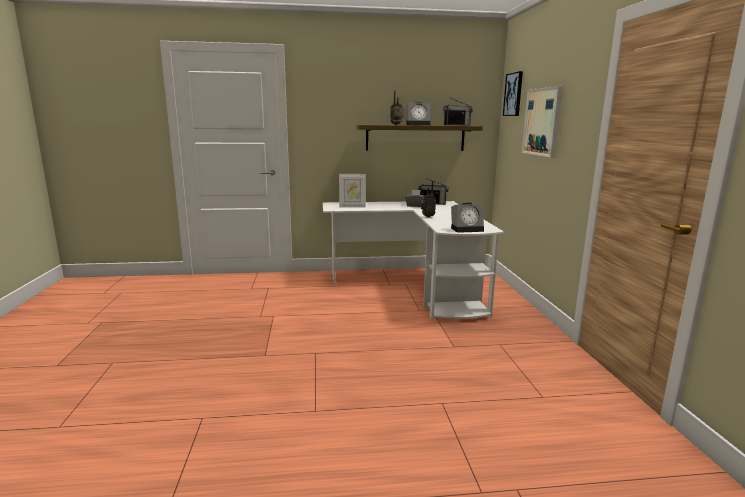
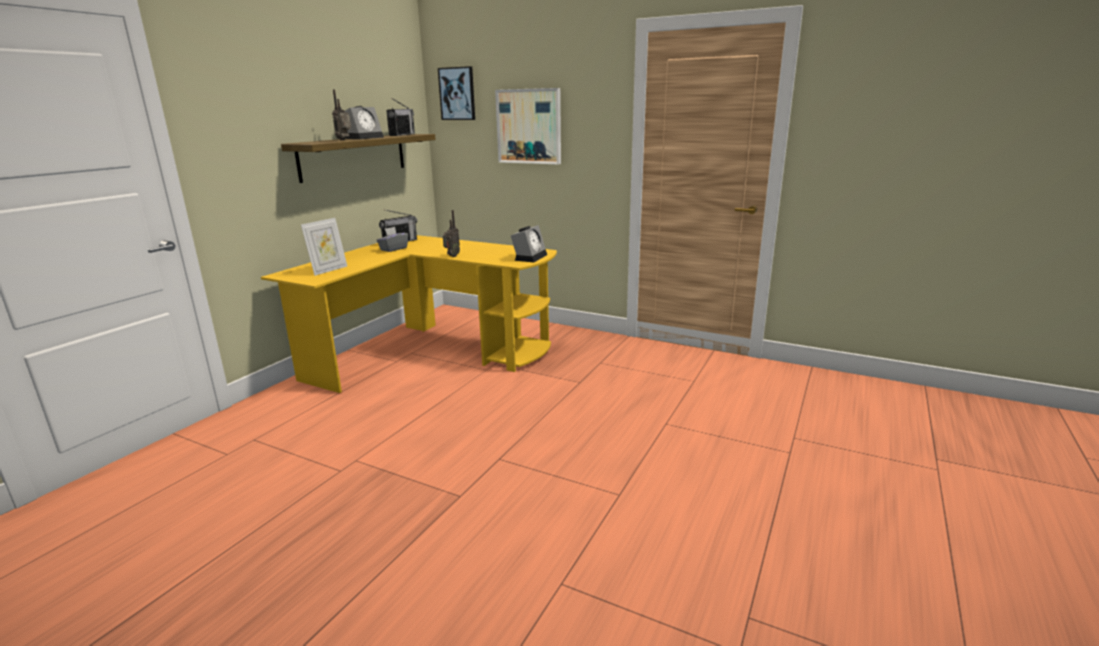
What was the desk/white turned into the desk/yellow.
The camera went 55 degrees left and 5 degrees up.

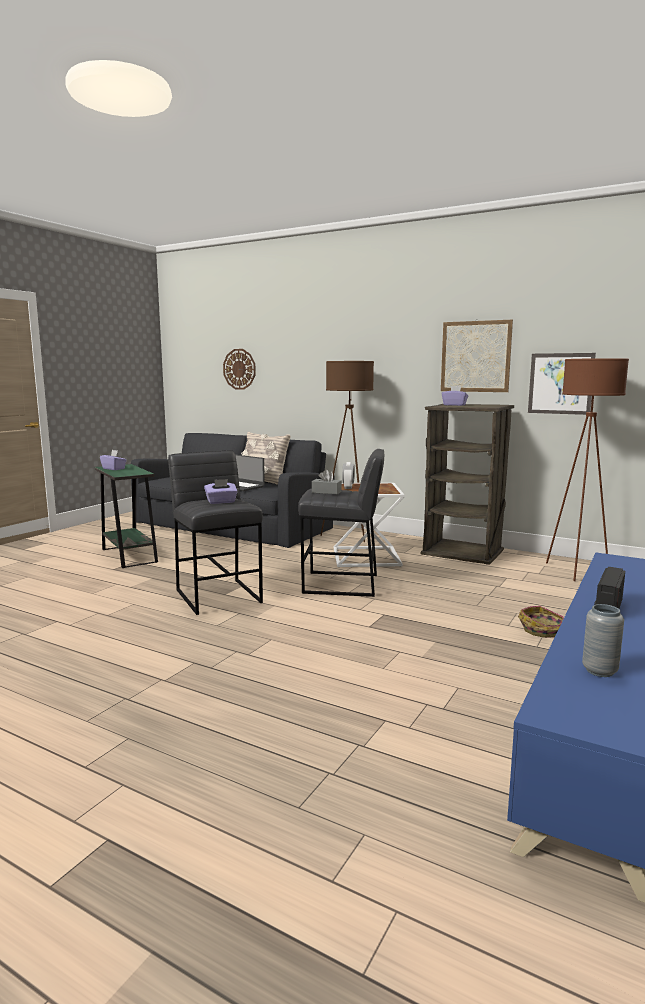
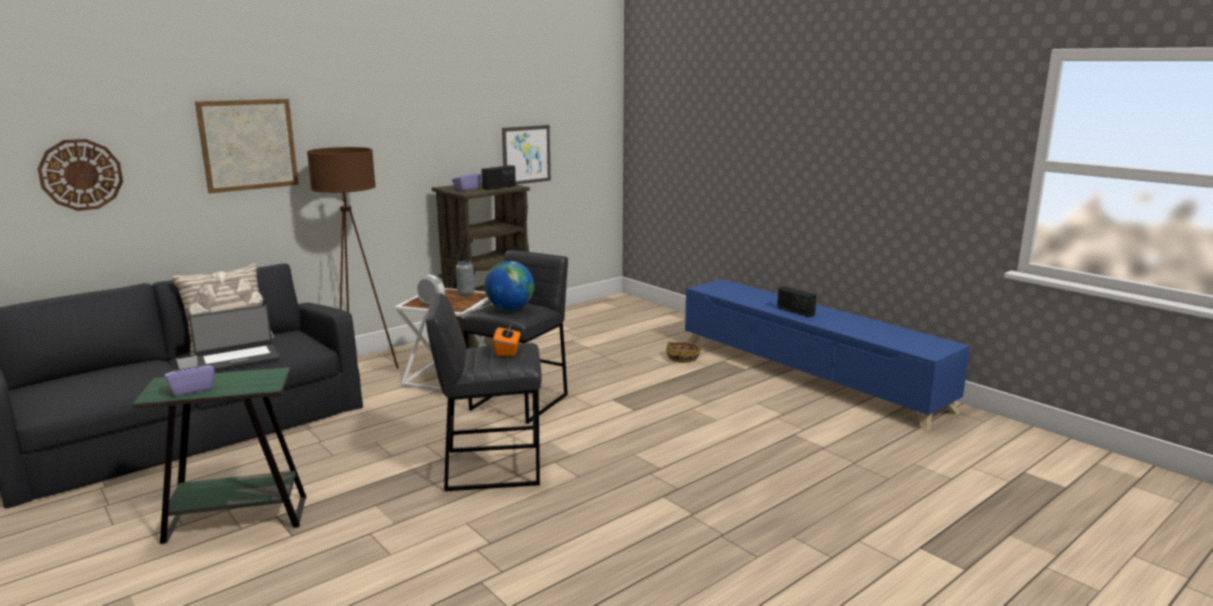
The picture (1st from left) ended up elsewhere.
The vase/grey ended up elsewhere.
The second view gained the radio (1st from left).
Where the tissue box/grey stood, the globe came to stand.
What was the tissue box/purple (2nd from left) turned into the tissue box/orange.
The second view lost the floor lamp/brown (2nd from left).
The camera went 70 degrees left and 5 degrees up.

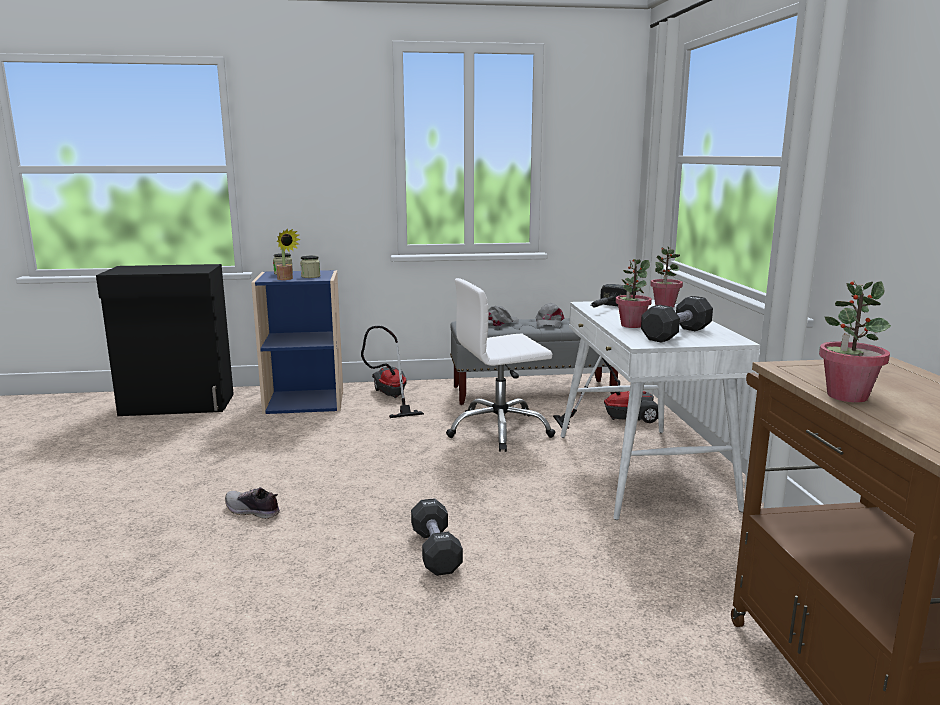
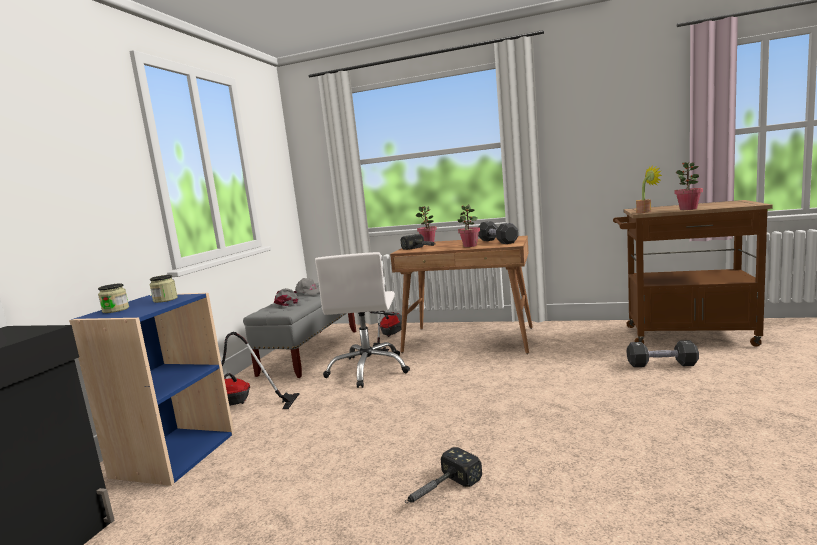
What was the desk/white turned into the desk/brown.
Where the shoe stood, the hammer (2nd from left) came to stand.
The dumbbell/black (1st from left in the first image) ended up elsewhere.
The potted plant (1st from left in the first image) ended up elsewhere.
The camera went 65 degrees left and 5 degrees down.

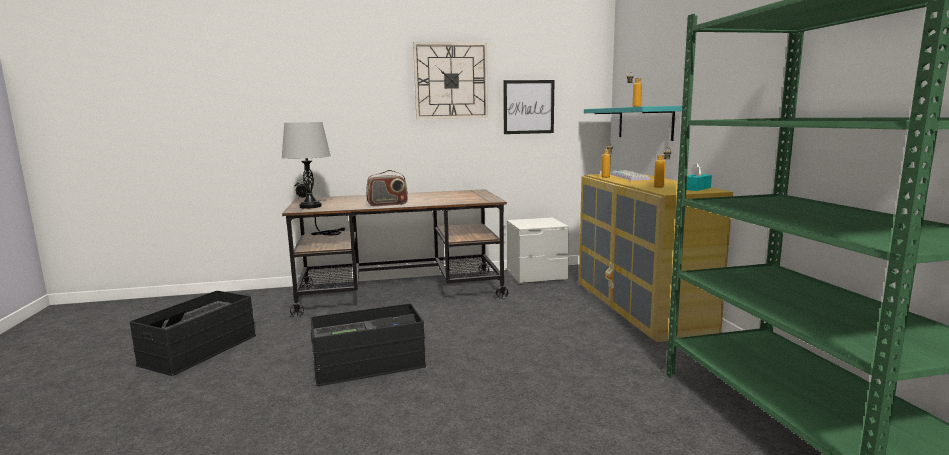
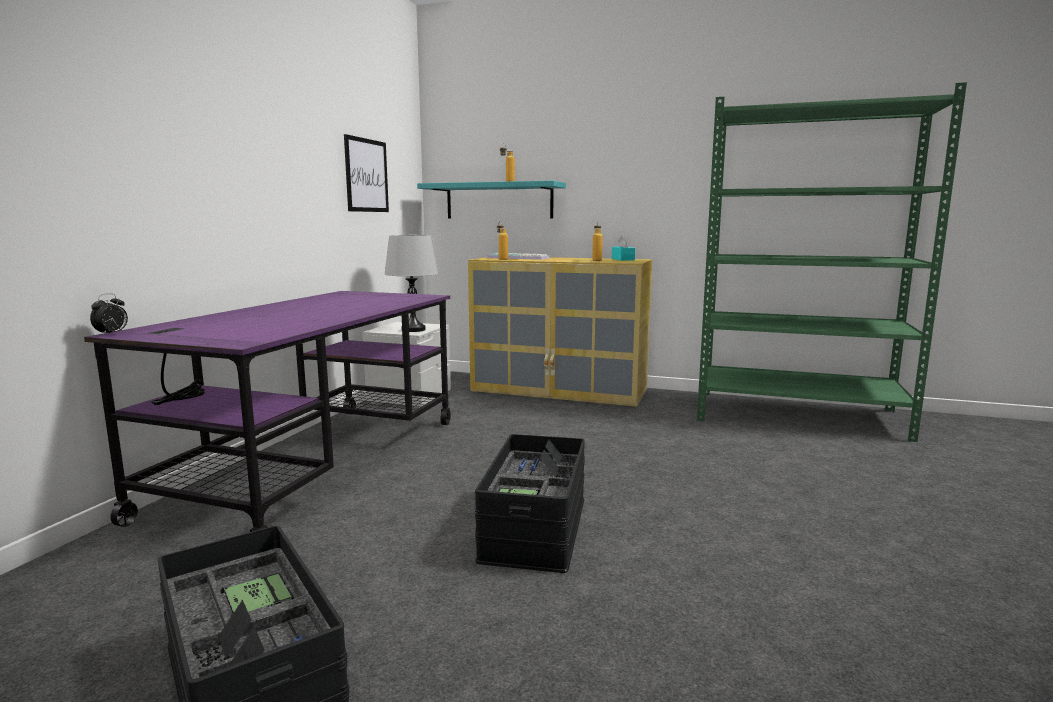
What was the desk/brown turned into the desk/purple.
The table lamp/grey ended up elsewhere.
The second view lost the radio.
The second view lost the wall clock.
The camera went 60 degrees left and 0 degrees up.

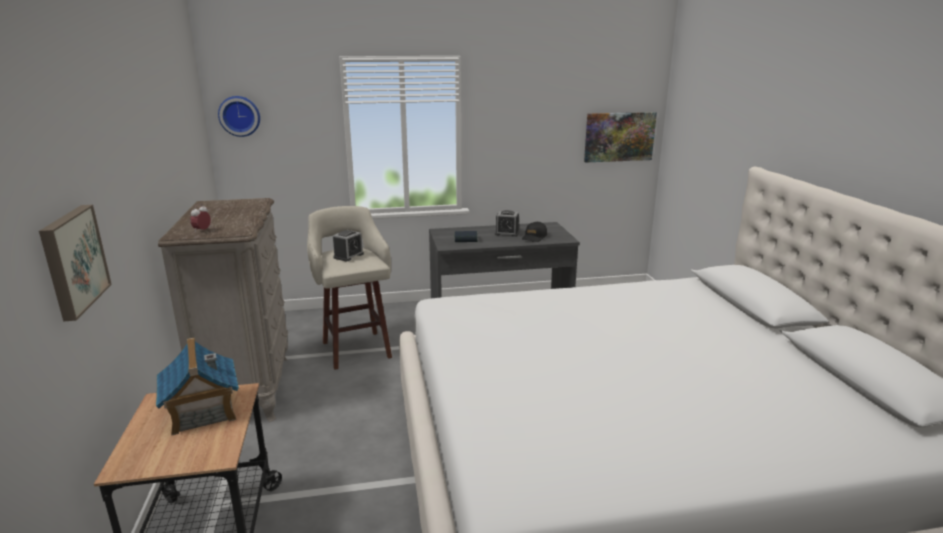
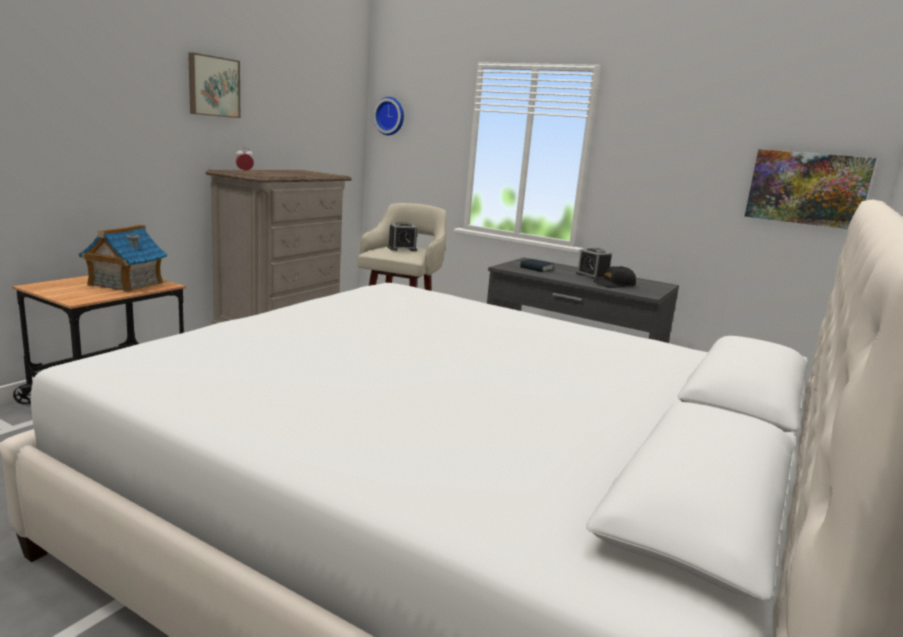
The picture (1st from left) ended up elsewhere.
The camera went 40 degrees right and 5 degrees down.

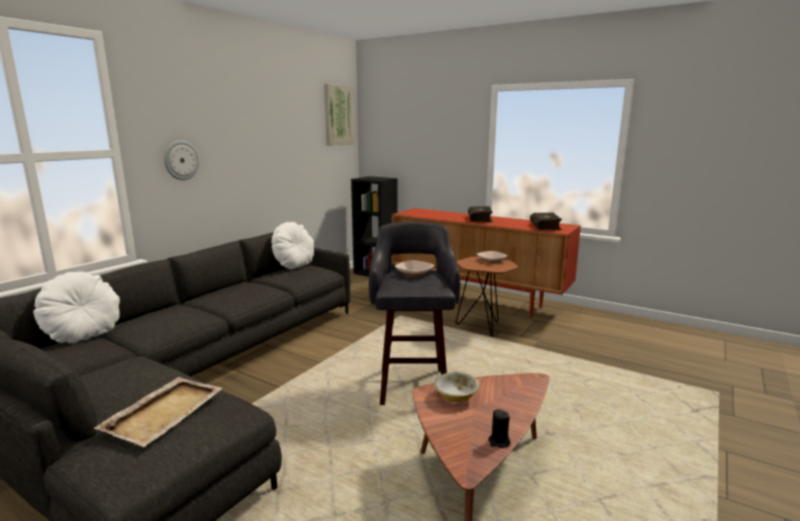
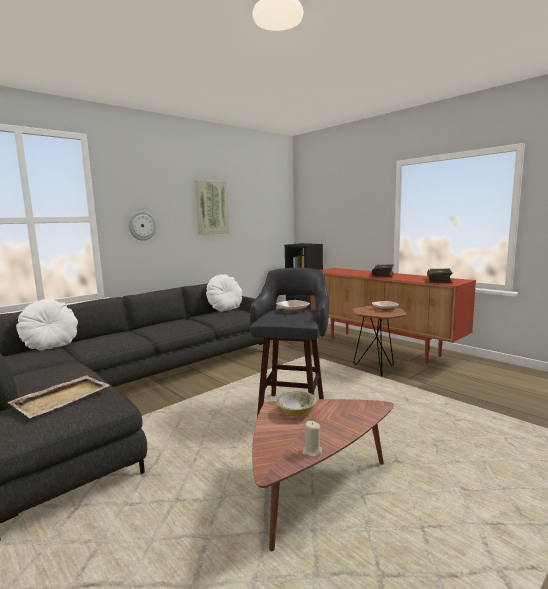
The picture ended up elsewhere.
What was the candle/black turned into the candle/beige.
The camera went 15 degrees right and 5 degrees down.

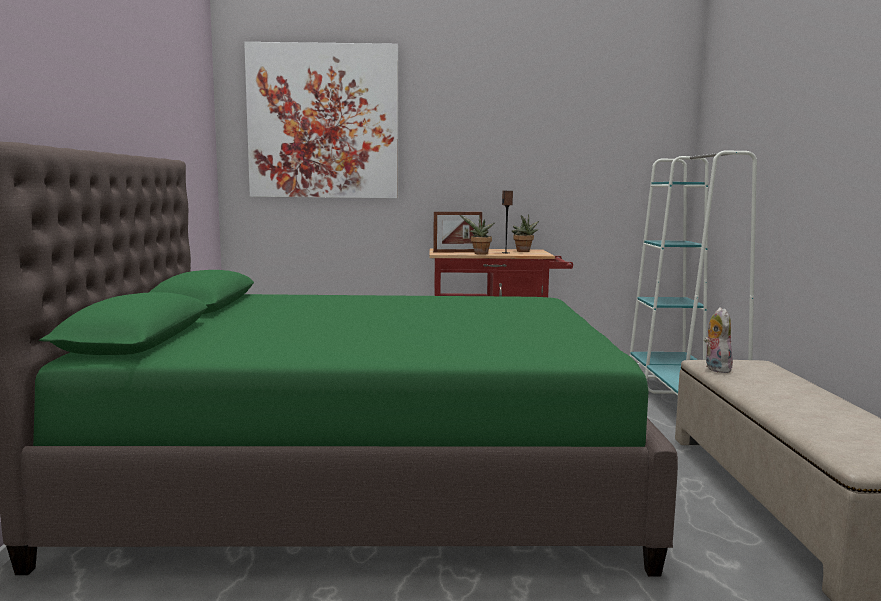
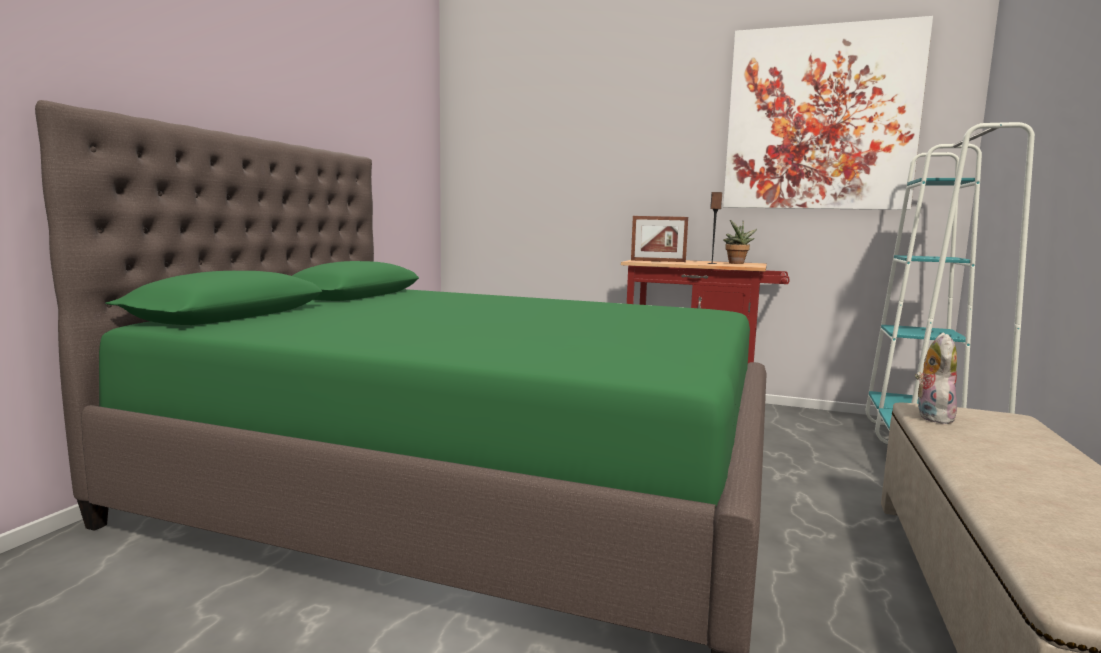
The picture ended up elsewhere.
The second view lost the potted plant (1st from left).
The camera went 20 degrees right and 0 degrees up.

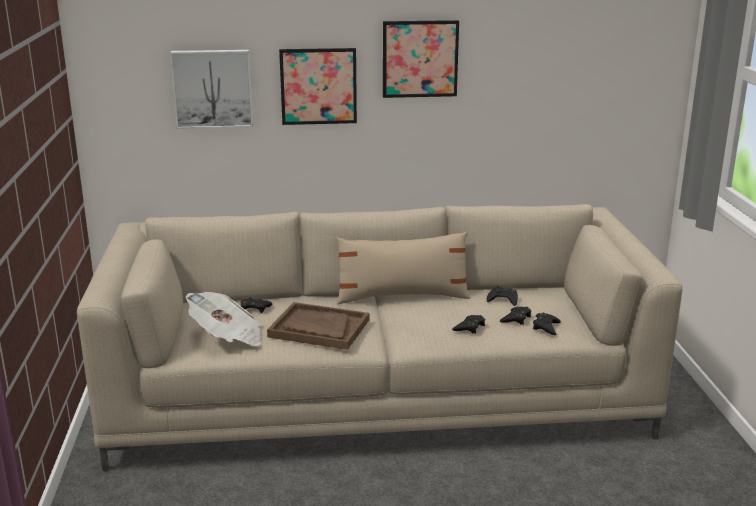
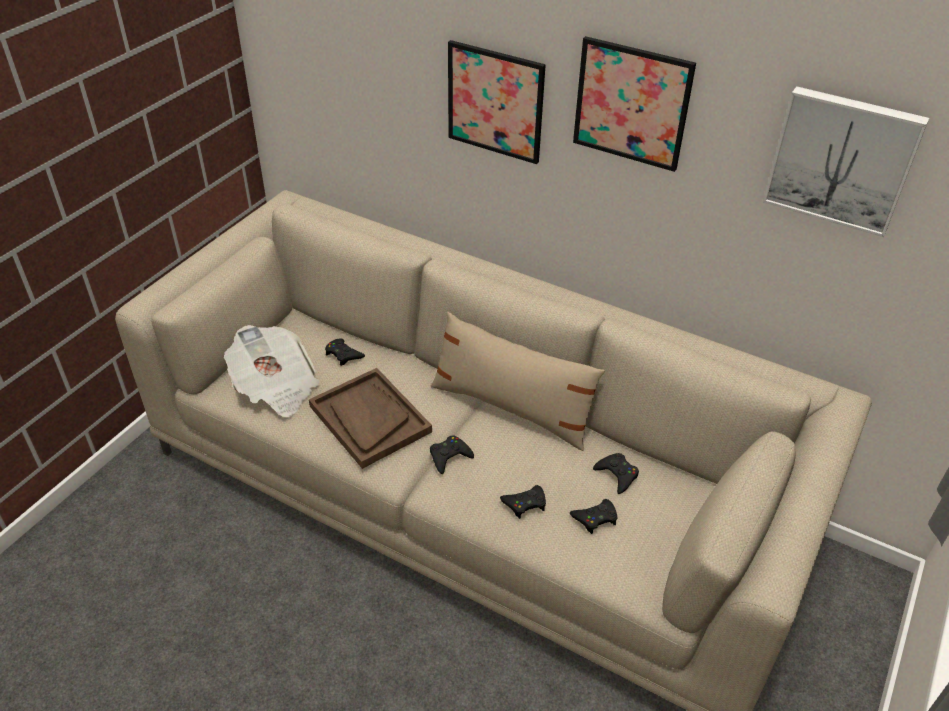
The game controller/black (5th from left in the first image) ended up elsewhere.
The picture (1st from left in the first image) ended up elsewhere.
The camera went 35 degrees right and 20 degrees up.

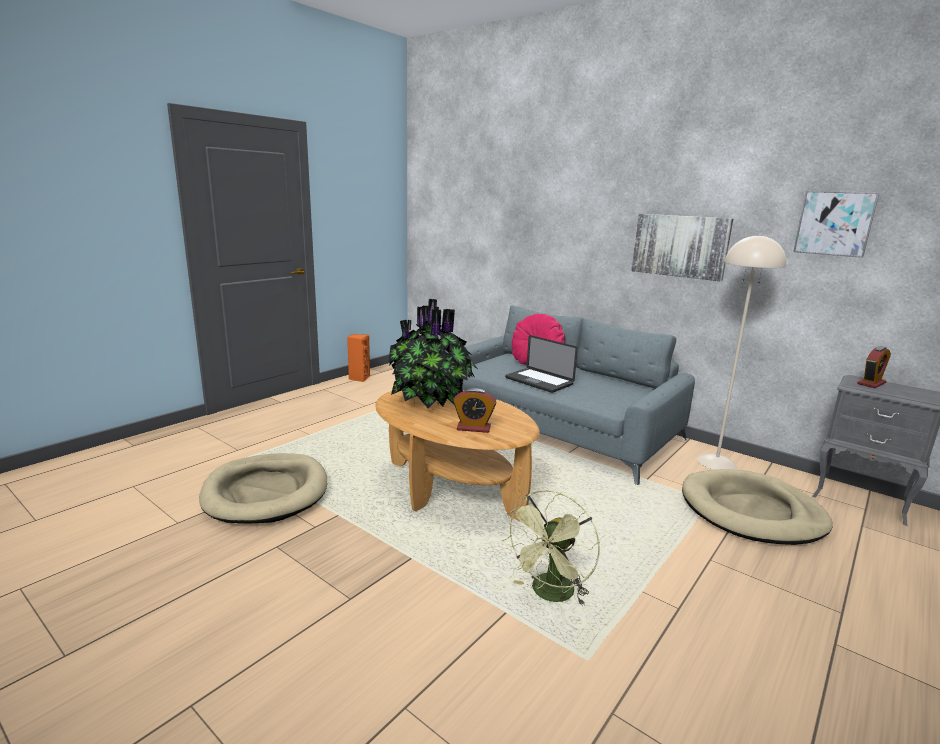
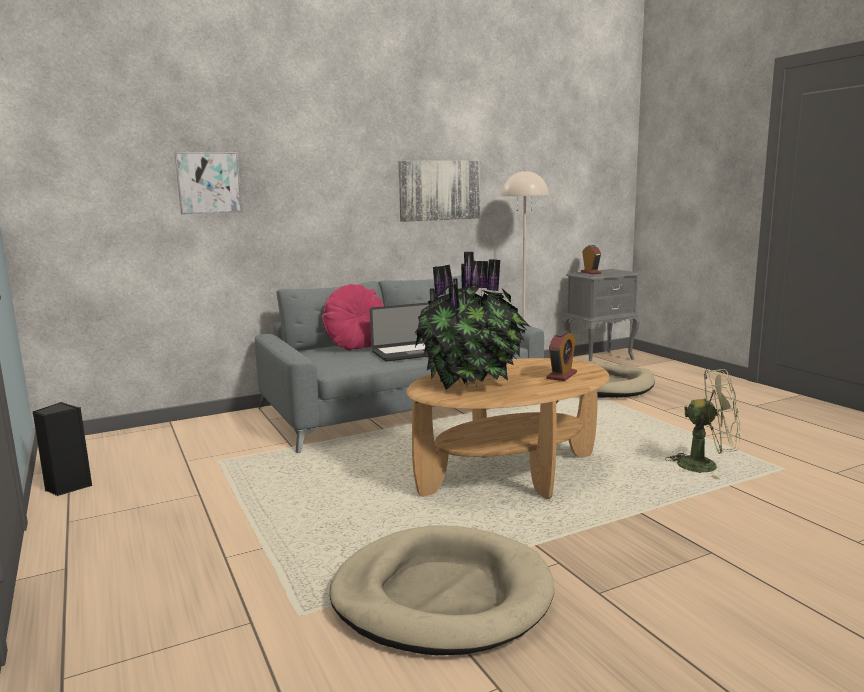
What was the speaker/orange turned into the speaker/black.
The picture (2nd from left in the first image) ended up elsewhere.
The fan/green ended up facing another way, 45 degrees counterclockwise from before.
The camera went 65 degrees left and 5 degrees down.

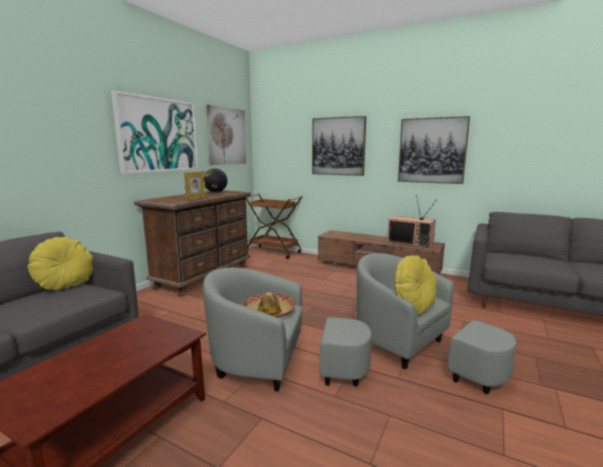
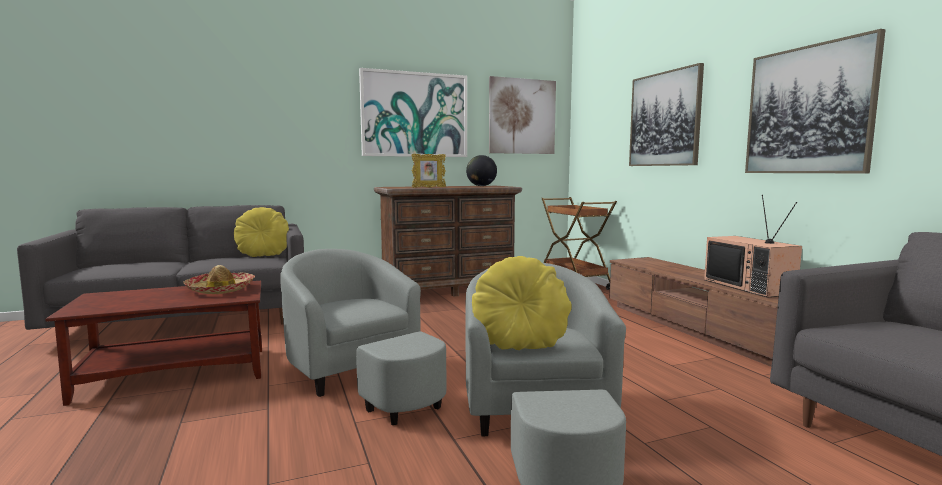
The hat ended up elsewhere.
The camera went 40 degrees right and 5 degrees down.

